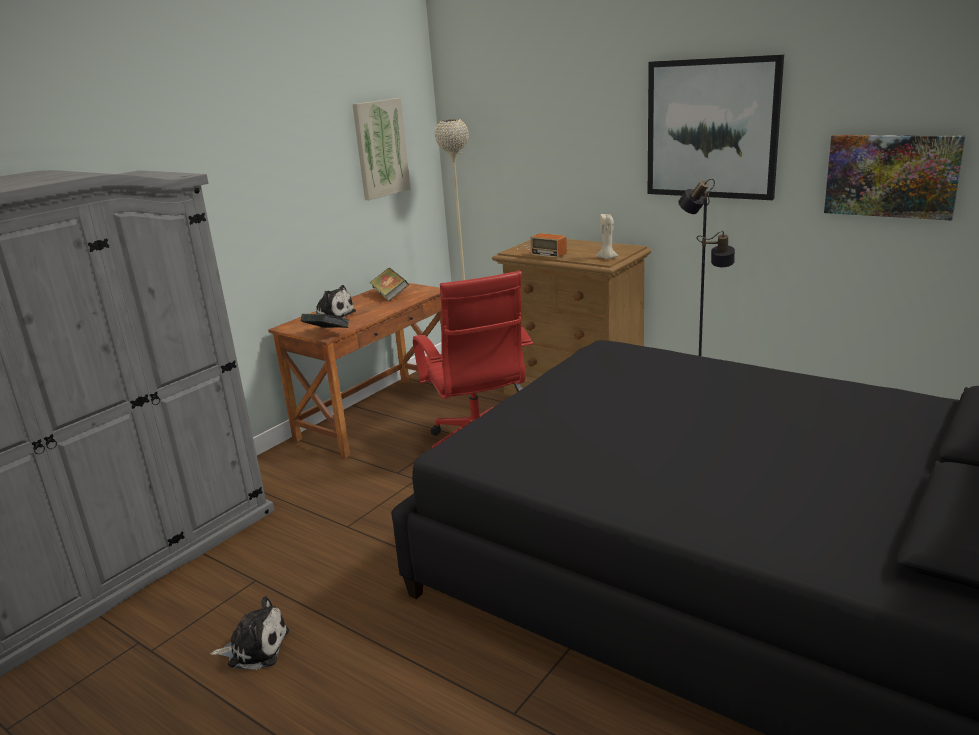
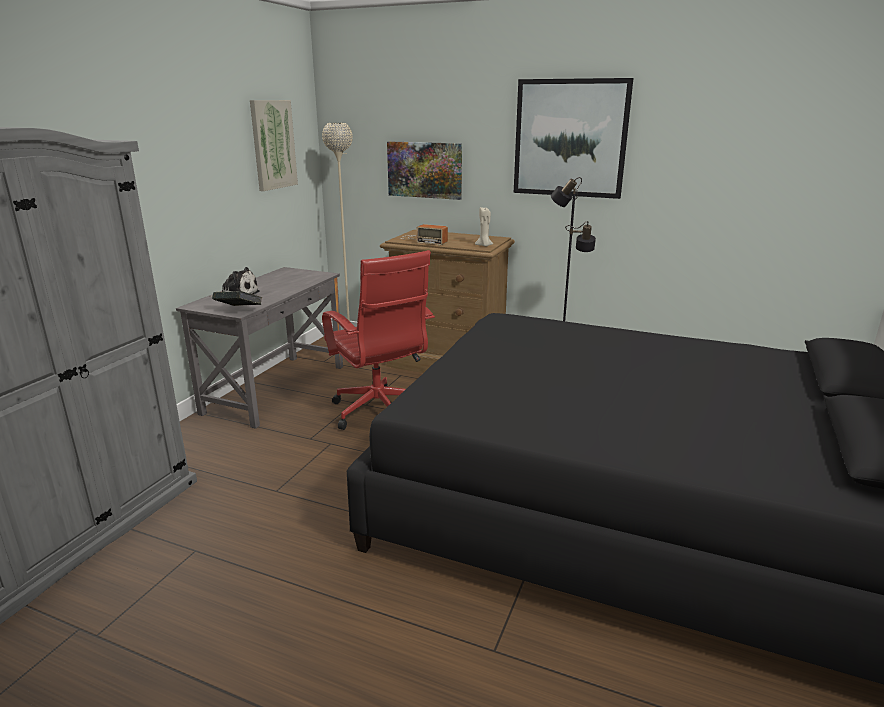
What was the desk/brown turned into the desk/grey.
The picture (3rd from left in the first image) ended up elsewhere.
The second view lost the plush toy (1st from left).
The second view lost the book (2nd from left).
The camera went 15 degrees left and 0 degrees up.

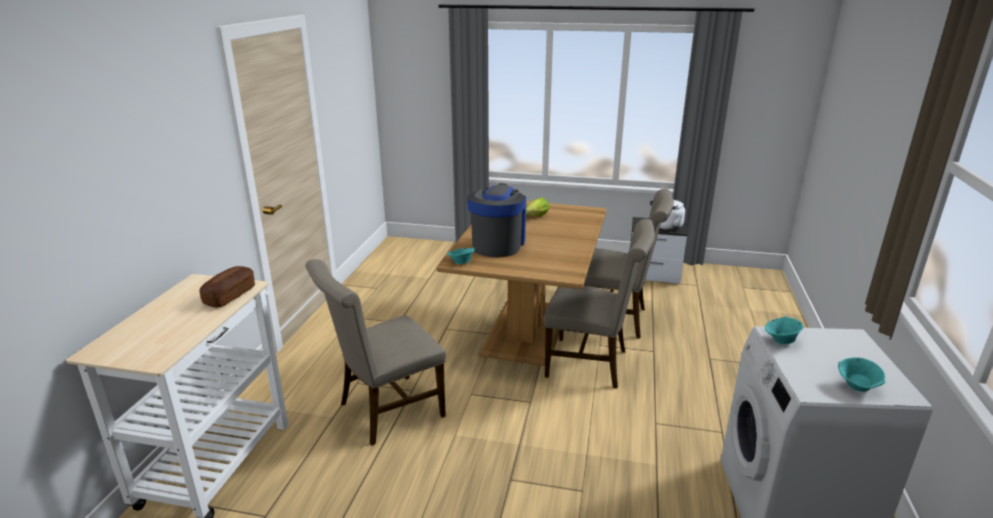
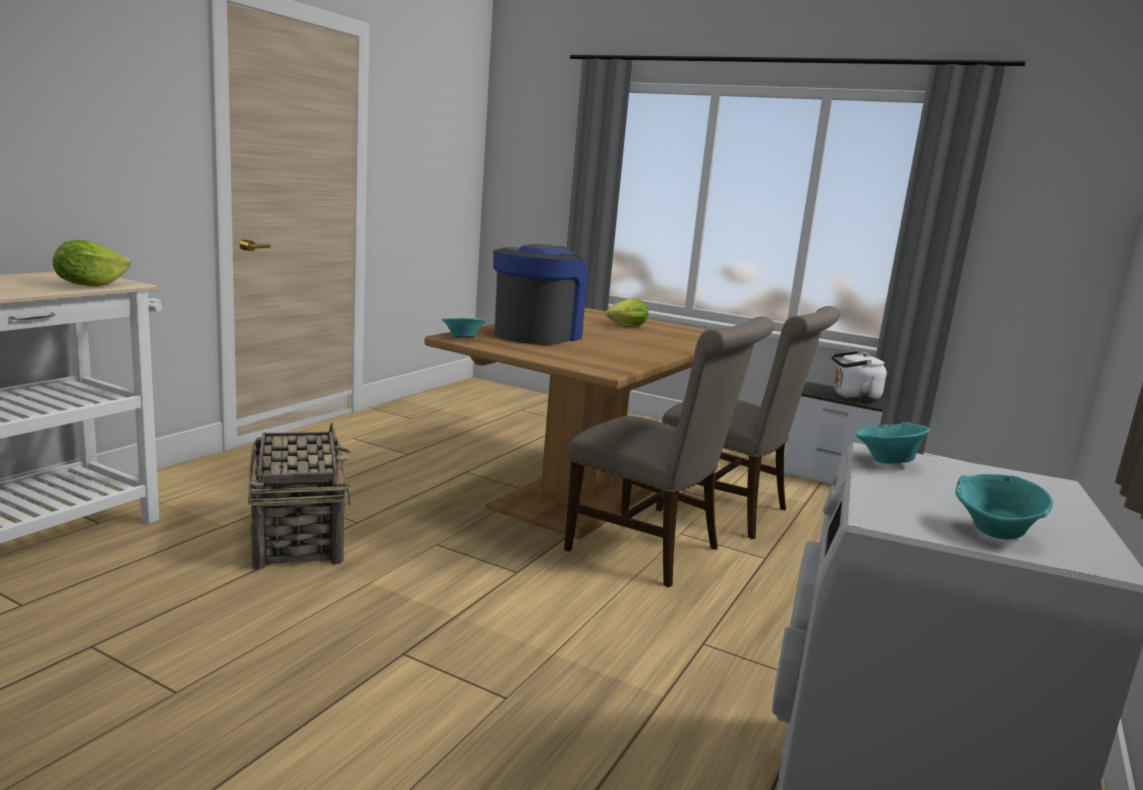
Where the bread stood, the lettuce (1st from left) came to stand.
Where the chair/beige (1st from left) stood, the basket came to stand.
The camera went 15 degrees right and 10 degrees down.

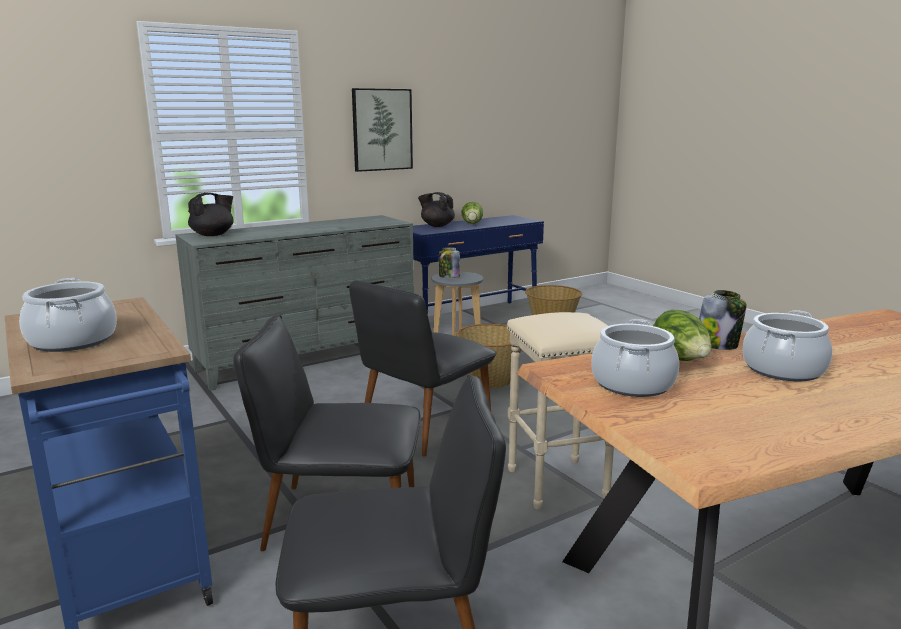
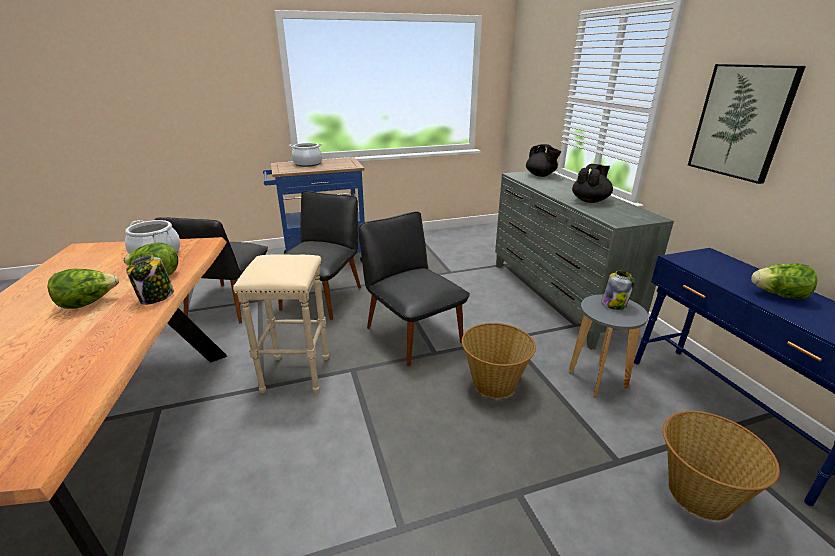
Where the cooking pot (3rd from left) stood, the lettuce (1st from left) came to stand.
The teapot/black (2nd from left) ended up elsewhere.
The camera went 105 degrees right and 10 degrees up.

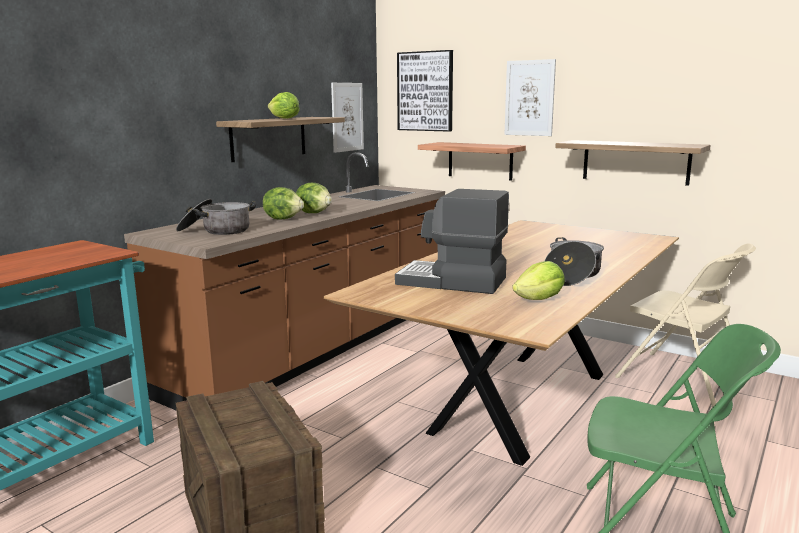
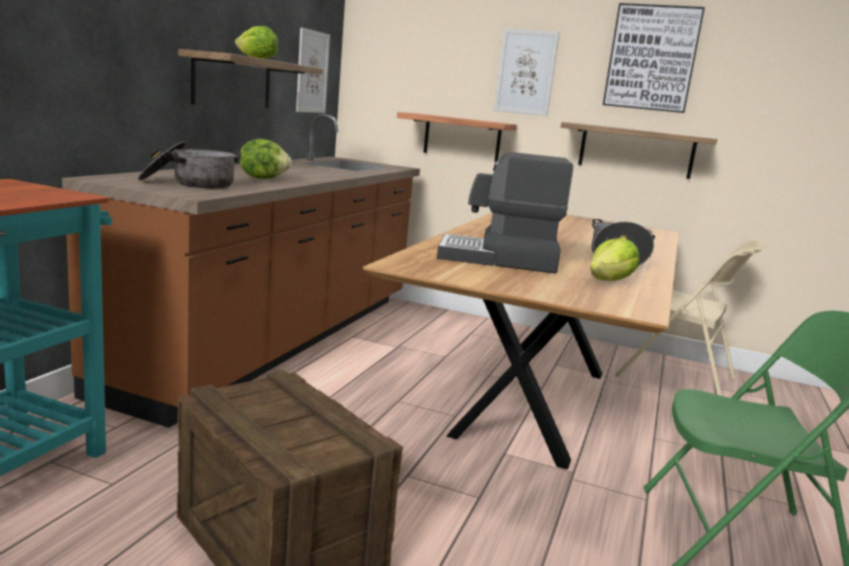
The picture (2nd from left in the first image) ended up elsewhere.
The second view lost the lettuce (3rd from left).
The camera went 15 degrees left and 0 degrees up.

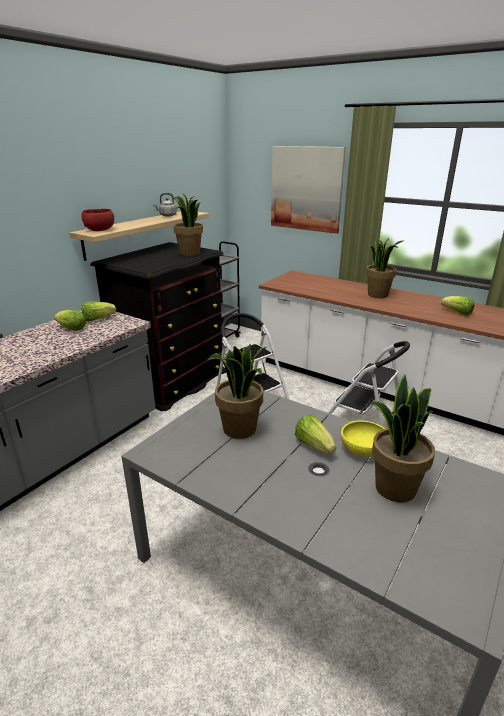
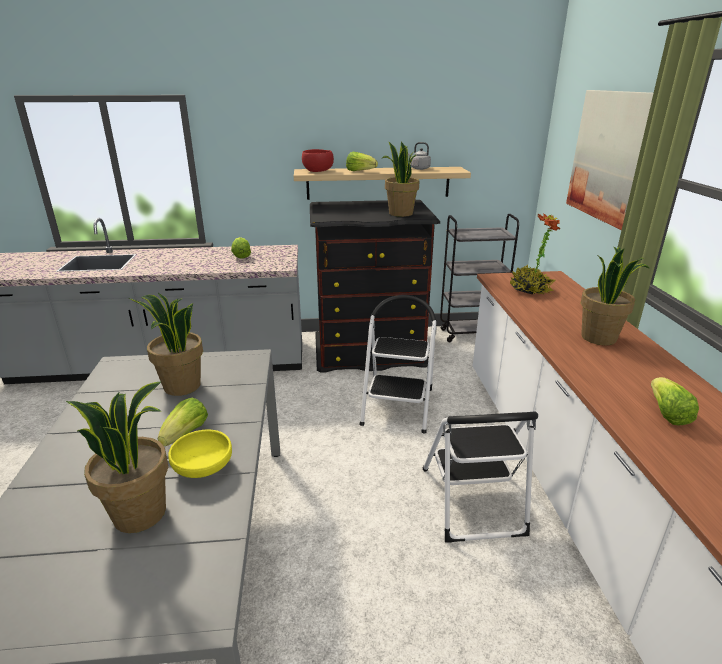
The lettuce (2nd from left in the first image) ended up elsewhere.
The second view gained the potted plant (4th from left).
The camera went 50 degrees right and 0 degrees up.

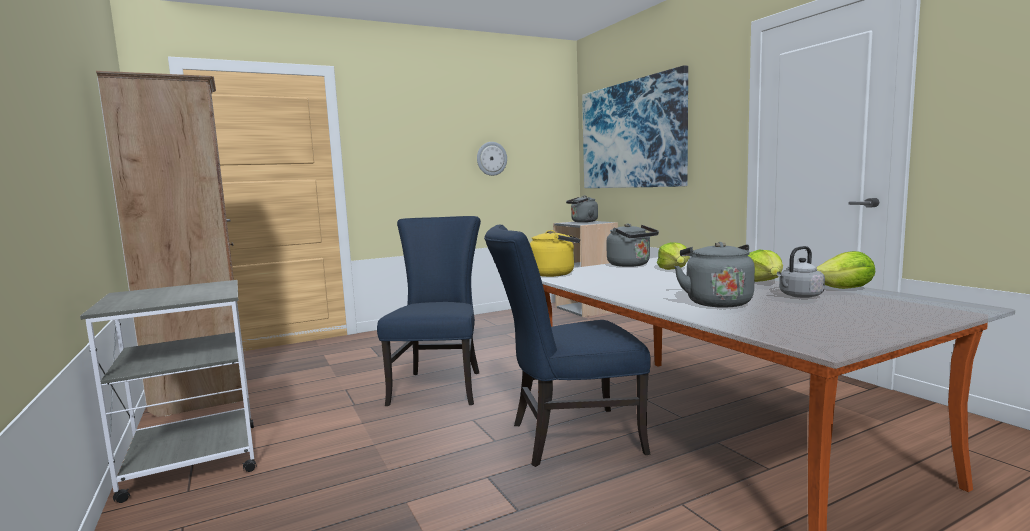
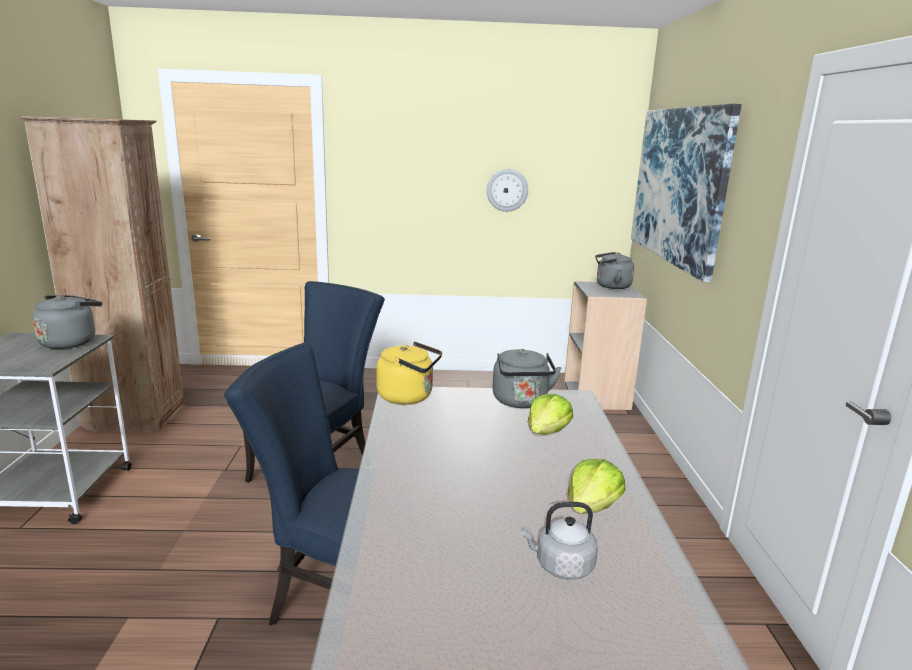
The kettle/grey (3rd from left in the first image) ended up elsewhere.
The second view lost the lettuce (3rd from left).
The camera went 25 degrees right and 10 degrees up.

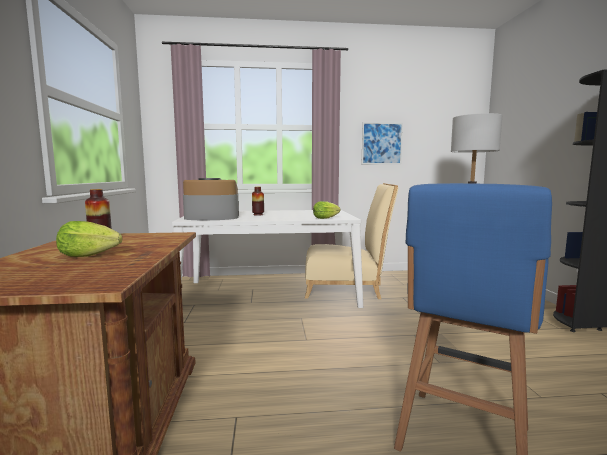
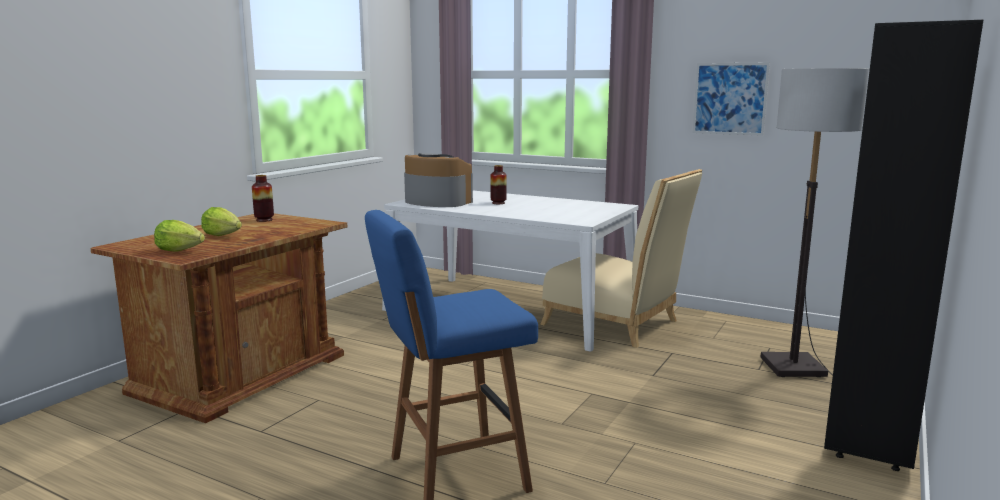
The lettuce (2nd from left in the first image) ended up elsewhere.
The camera went 35 degrees right and 5 degrees up.

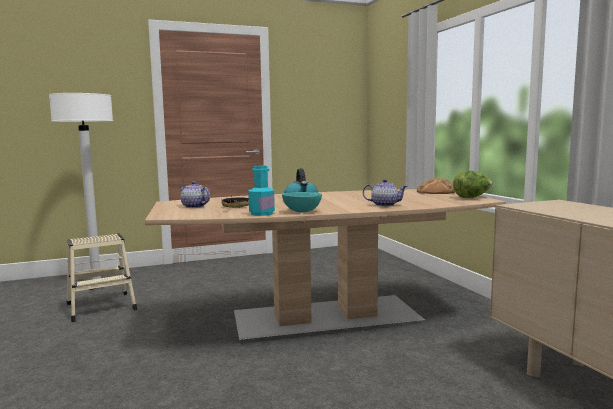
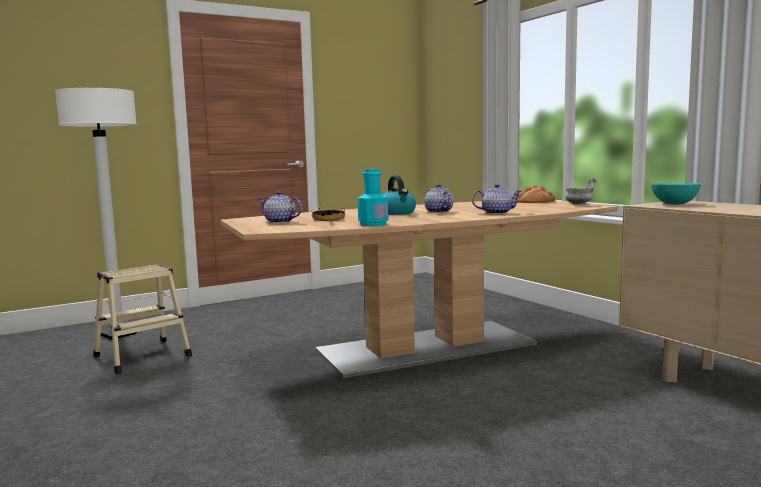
The second view gained the teapot (2nd from left).
Where the lettuce stood, the bowl/grey came to stand.
The bowl/turquoise ended up elsewhere.
The camera went 10 degrees left and 0 degrees up.

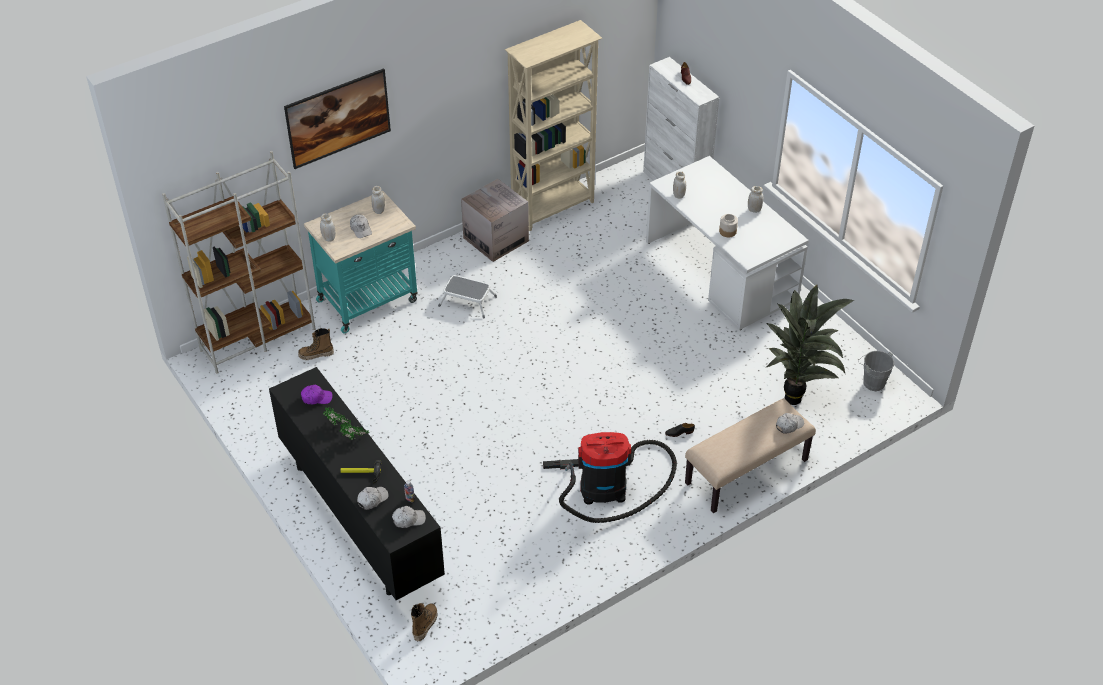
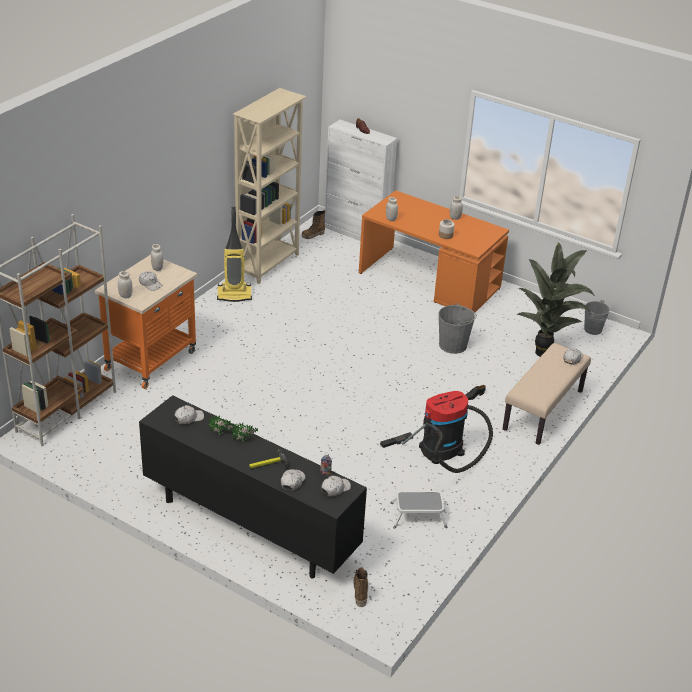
What was the cart/turquoise turned into the cart/orange.
What was the cap/purple turned into the cap/white (2nd from left).
Where the cardboard box stood, the vacuum cleaner (1st from left) came to stand.
The boot (1st from left) ended up elsewhere.
What was the desk/white turned into the desk/orange.
The step ladder/grey ended up elsewhere.
The second view gained the bucket/grey (1st from left).
The second view lost the picture.
The camera went 25 degrees left and 10 degrees down.

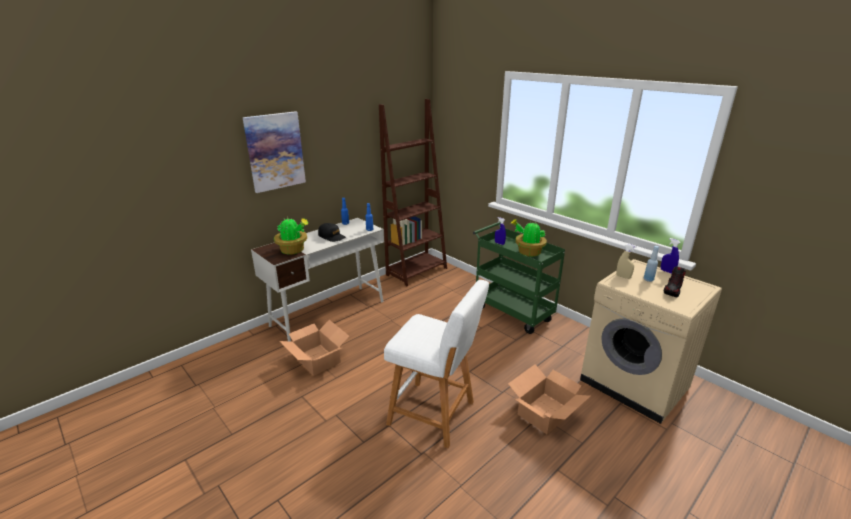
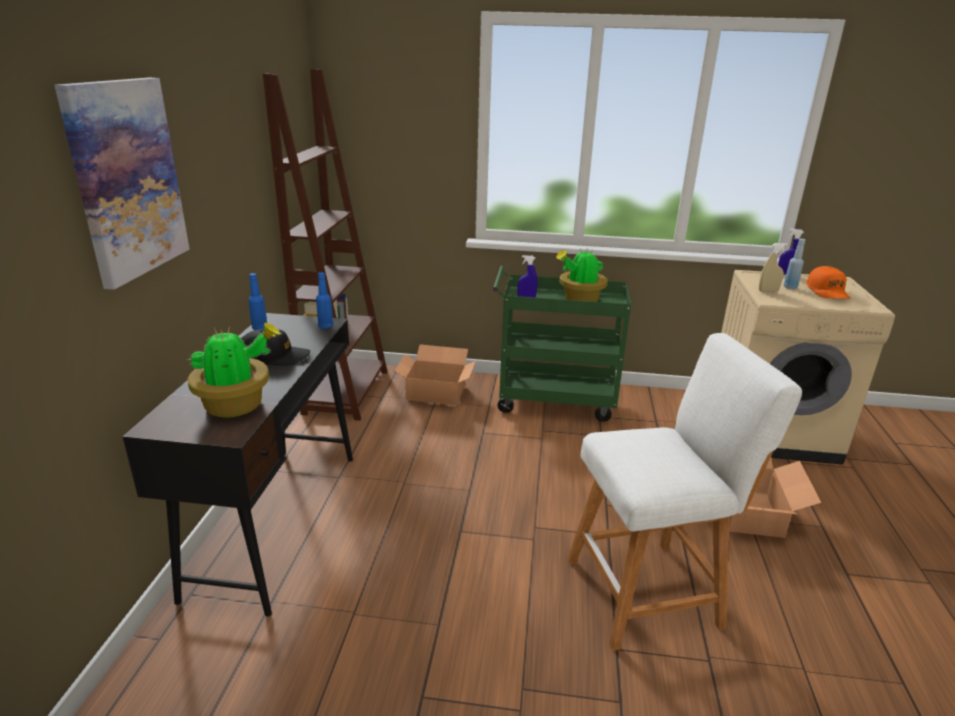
What was the desk/white turned into the desk/black.
The cardboard box (1st from left) ended up elsewhere.
Where the shoe stood, the cap/orange came to stand.
The camera went 40 degrees left and 0 degrees up.

